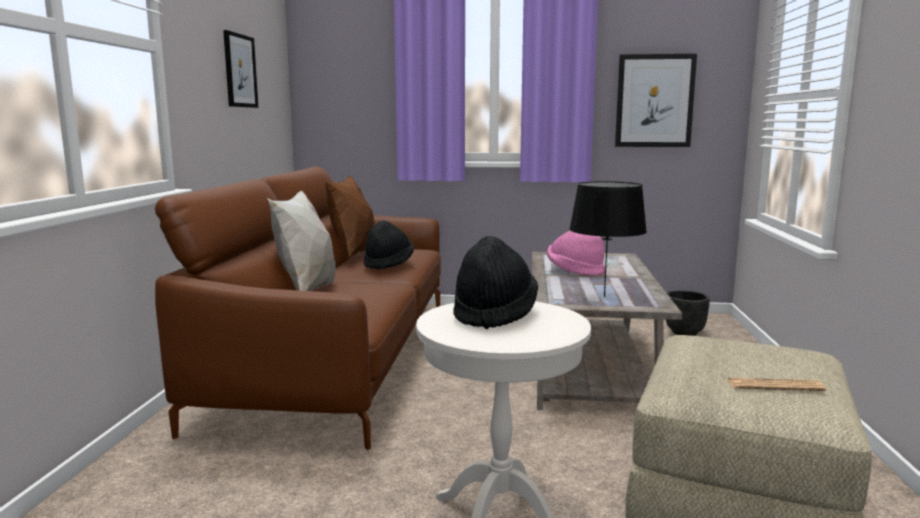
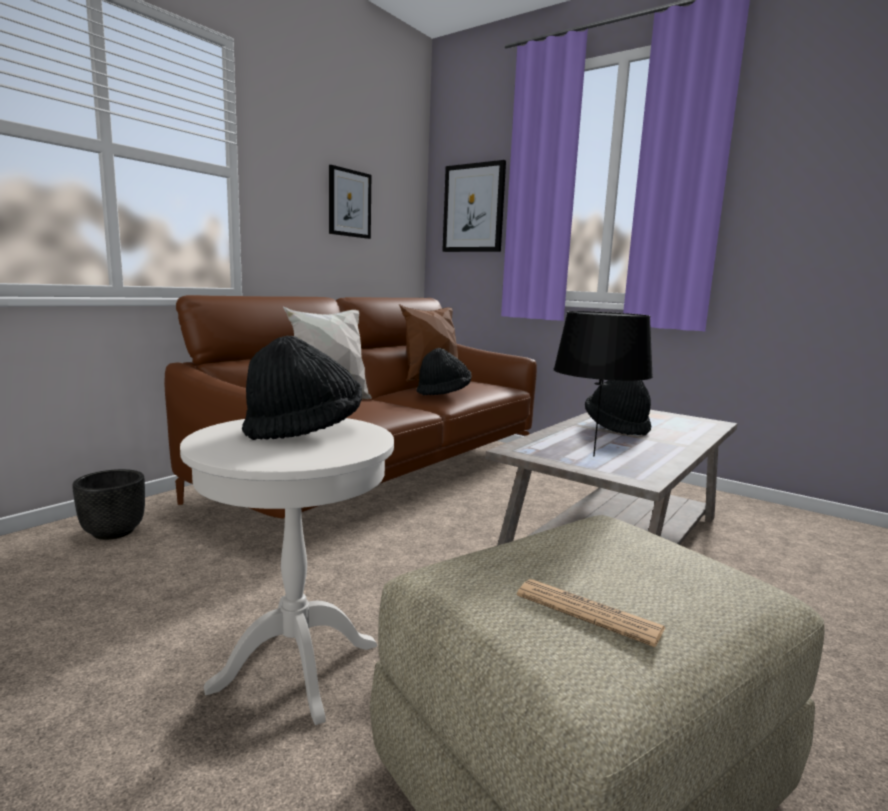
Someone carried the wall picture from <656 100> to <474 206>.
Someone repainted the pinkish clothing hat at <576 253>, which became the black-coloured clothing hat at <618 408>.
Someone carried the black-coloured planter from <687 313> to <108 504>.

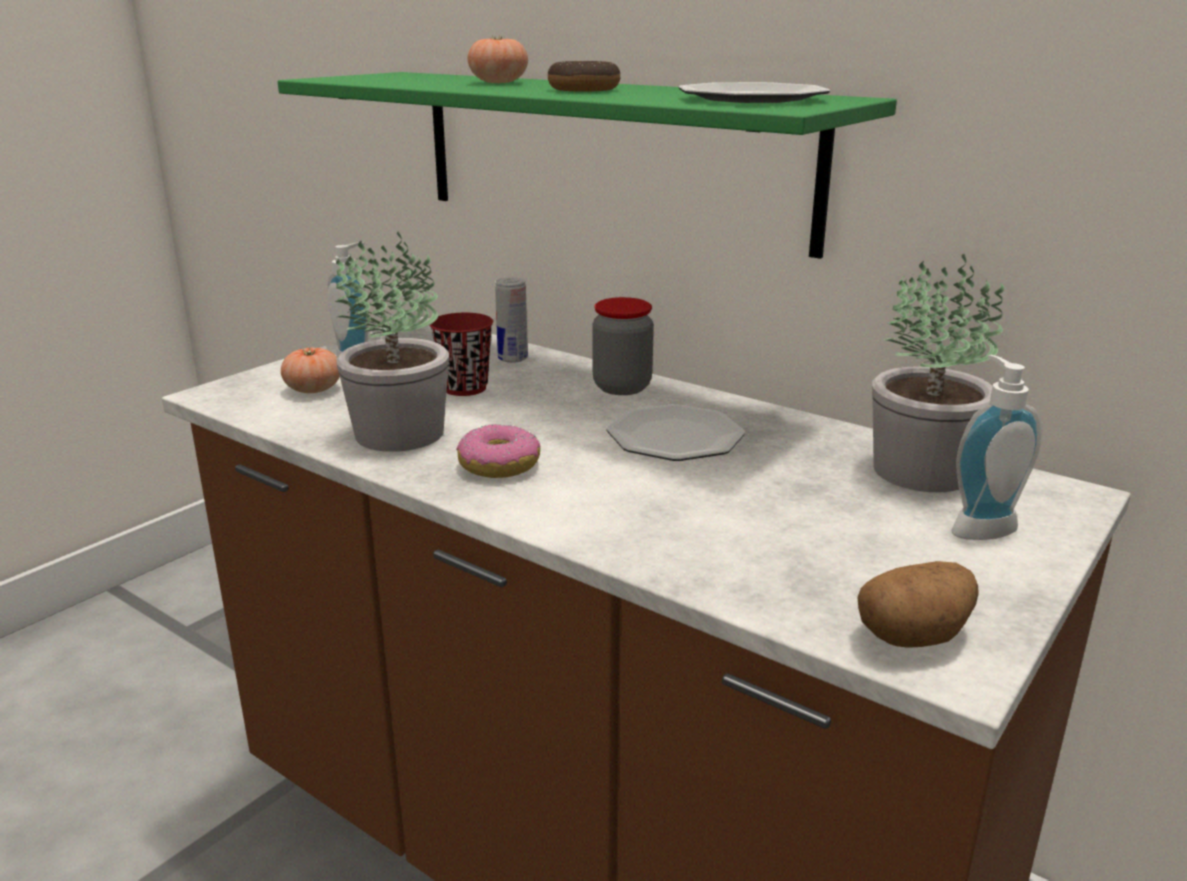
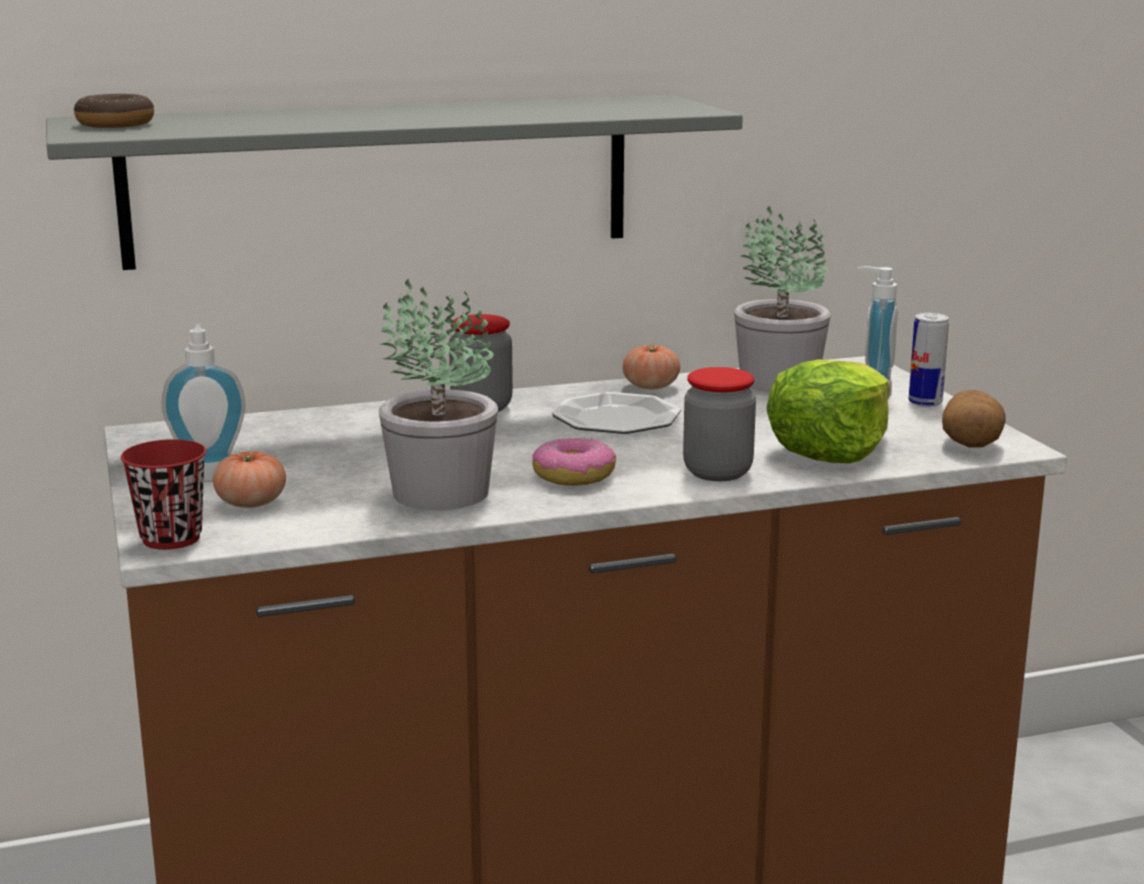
Someone carried the tomato from <498 59> to <651 366>.
Someone carried the doughnut from <584 76> to <114 111>.
Someone repainted the greenish wall shelf at <587 165>, which became the greyish wall shelf at <394 182>.
Someone took away the dinner plate at <754 92>.
Someone carried the can from <511 320> to <929 360>.
Someone carried the reddish cup from <461 354> to <163 494>.
Someone put down the lettuce head at <828 412>.
Someone put down the jar at <719 424>.

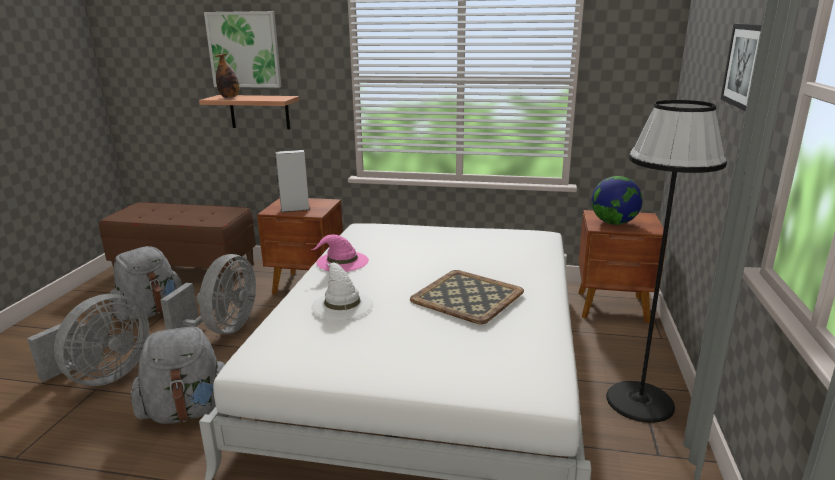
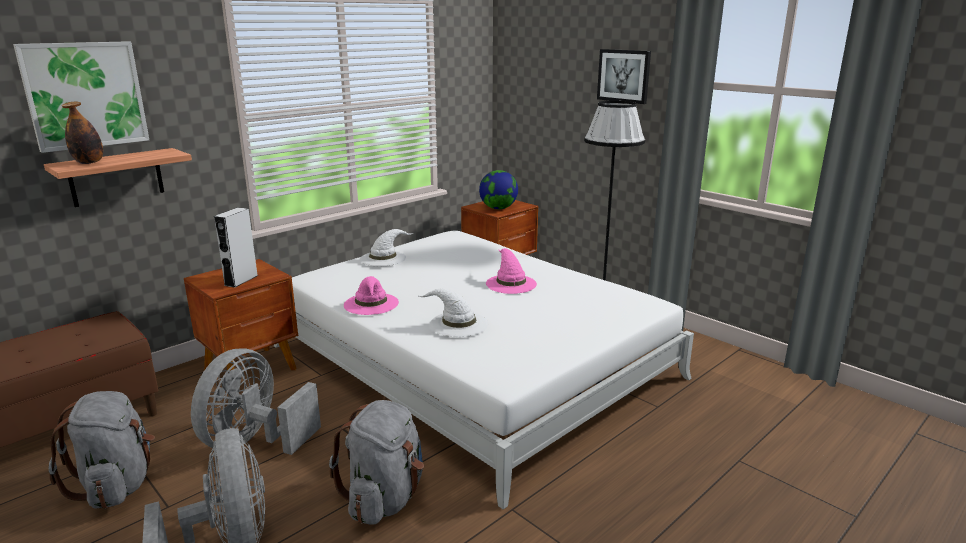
Someone rotated the greyish cooling fan at <208 294> by 120 degrees counterclockwise.
Someone swapped the tray at <467 297> for the pinkish clothing hat at <511 271>.
Someone put down the whitish clothing hat at <386 247>.

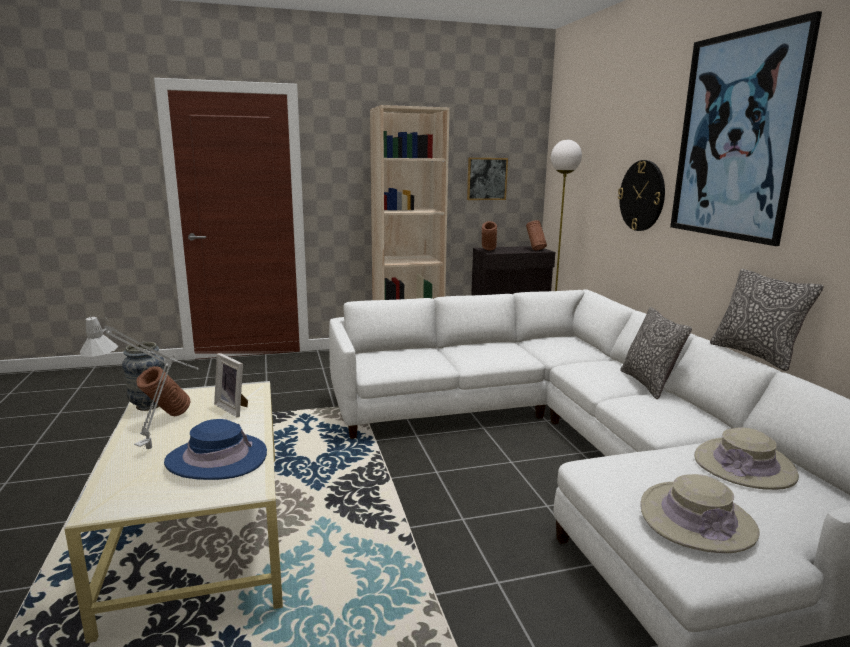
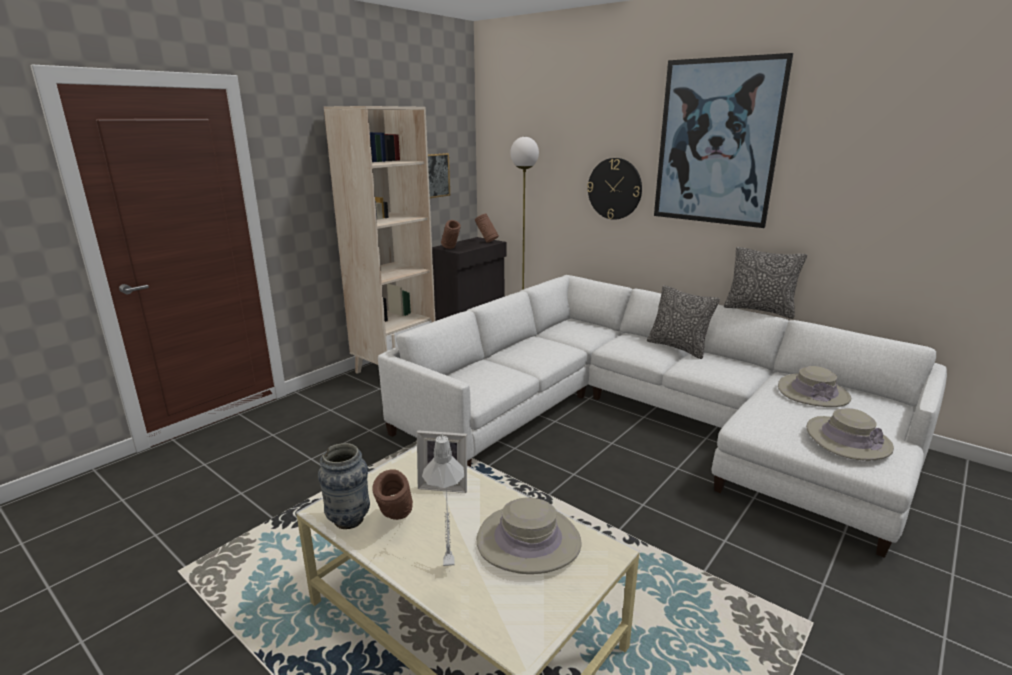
Someone repainted the bluish clothing hat at <215 449>, which became the beige-coloured clothing hat at <529 535>.

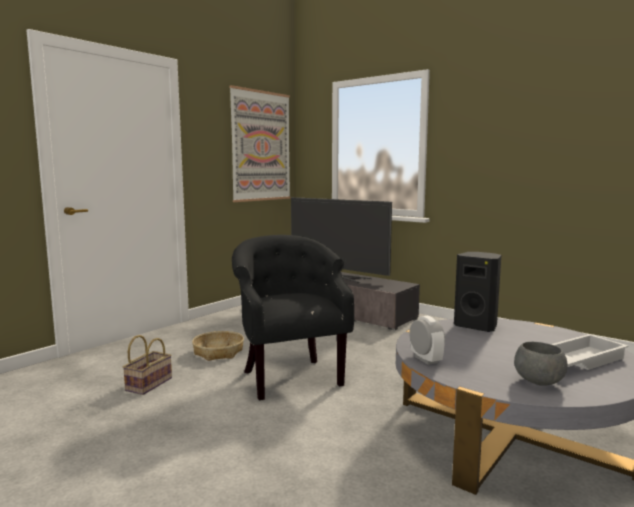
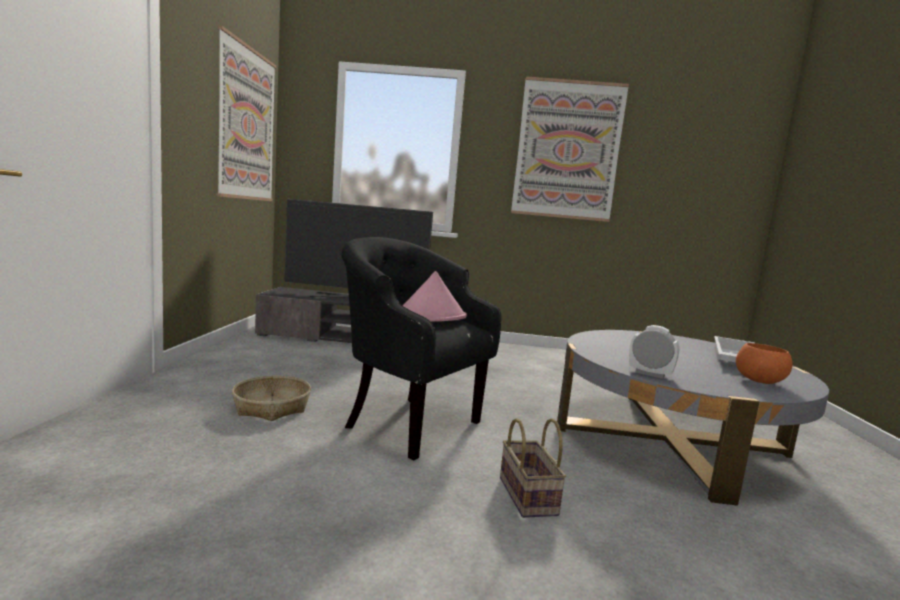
Someone took away the black-coloured loudspeaker at <477 292>.
Someone carried the basket from <147 365> to <533 468>.
Someone repainted the greyish serving bowl at <541 364>, which became the orange serving bowl at <764 363>.
Someone put up the wall picture at <570 149>.
Someone put down the pinkish clothing hat at <435 296>.

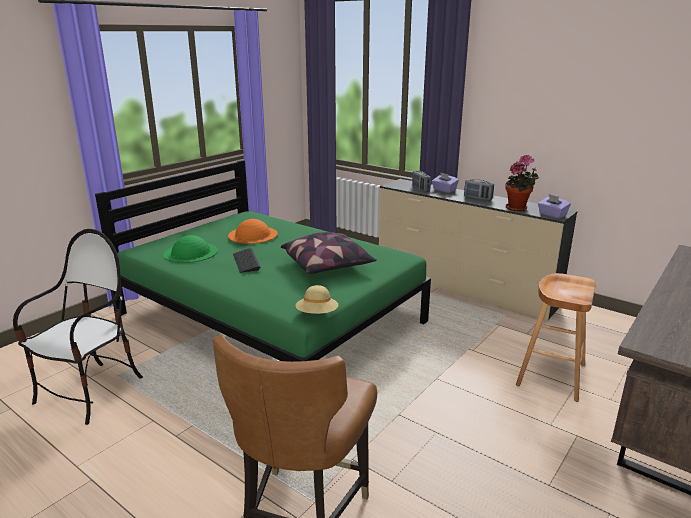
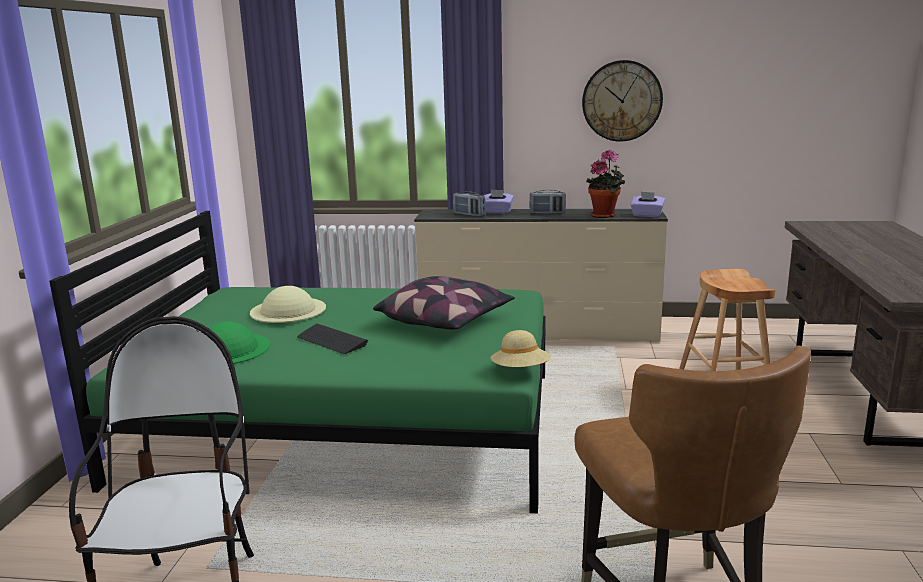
Someone repainted the orange clothing hat at <253 231>, which became the beige-coloured clothing hat at <288 304>.
Someone put up the hanging clock at <622 101>.

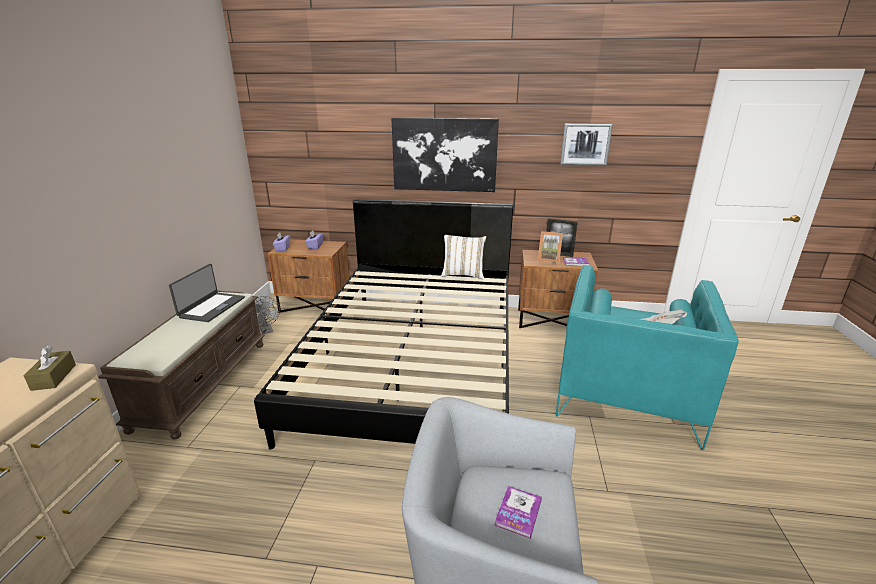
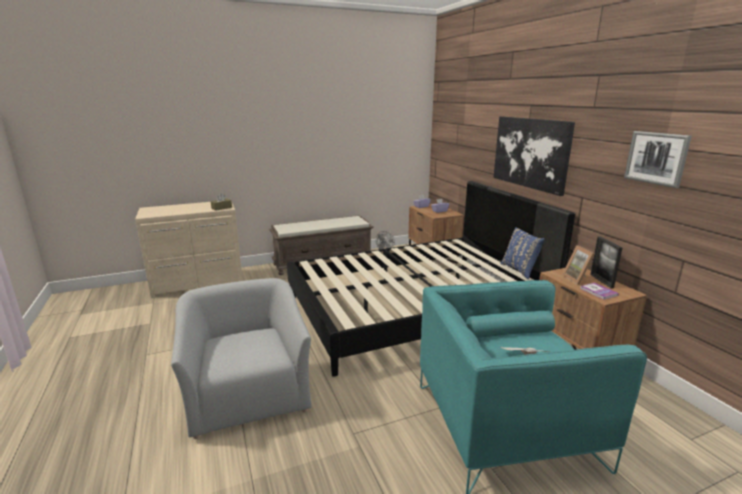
Someone repainted the whitish throw pillow at <463 257>, which became the bluish throw pillow at <522 253>.
Someone took away the notebook computer at <207 293>.
Someone took away the bound book at <518 512>.

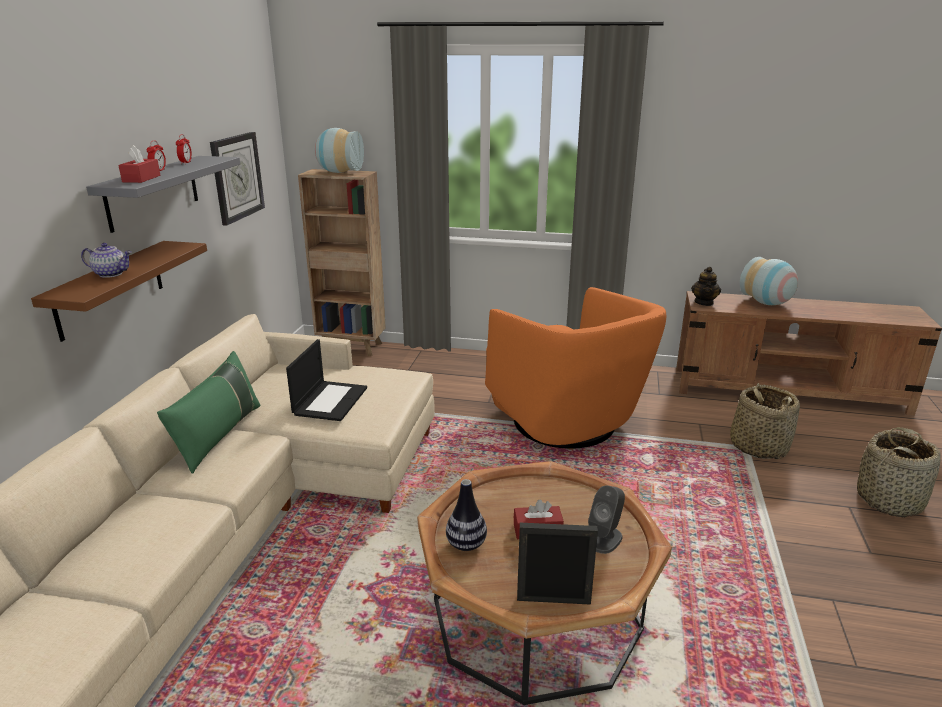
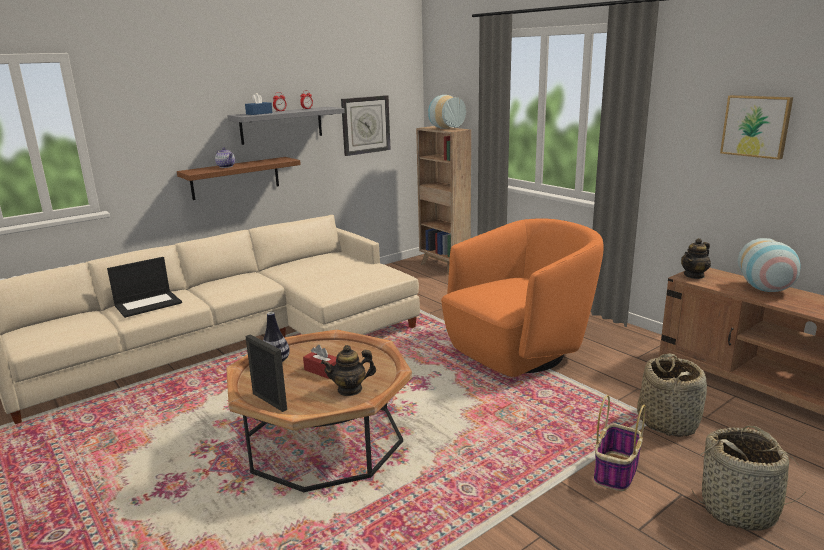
Someone repainted the reddish tissue box at <139 164>, which became the bluish tissue box at <259 104>.
Someone rotated the orange easy chair at <575 368> by 135 degrees counterclockwise.
Someone carried the notebook computer from <326 380> to <144 287>.
Someone took away the greenish throw pillow at <209 412>.
Someone swapped the greyish loudspeaker at <606 519> for the pot for tea at <348 370>.
Someone put up the wall picture at <756 127>.
Someone put down the basket at <620 443>.

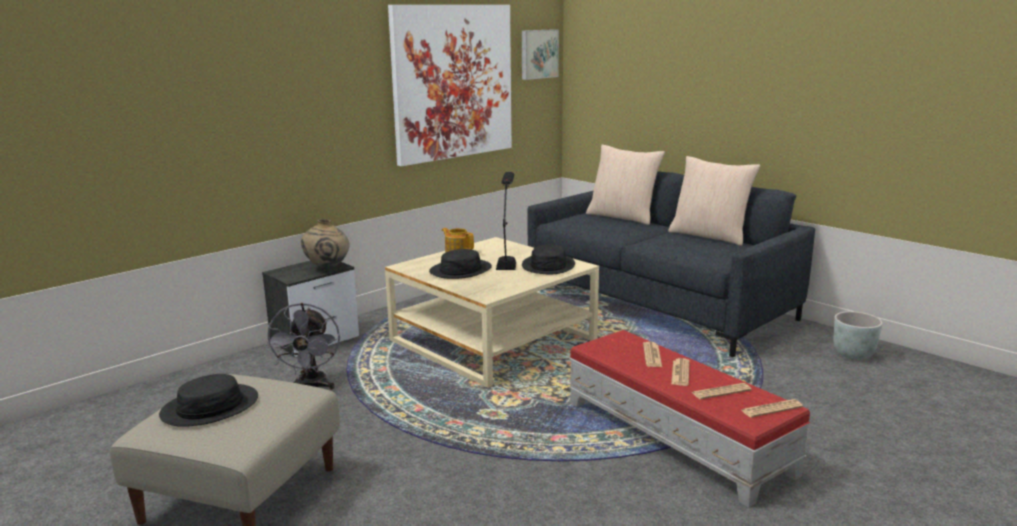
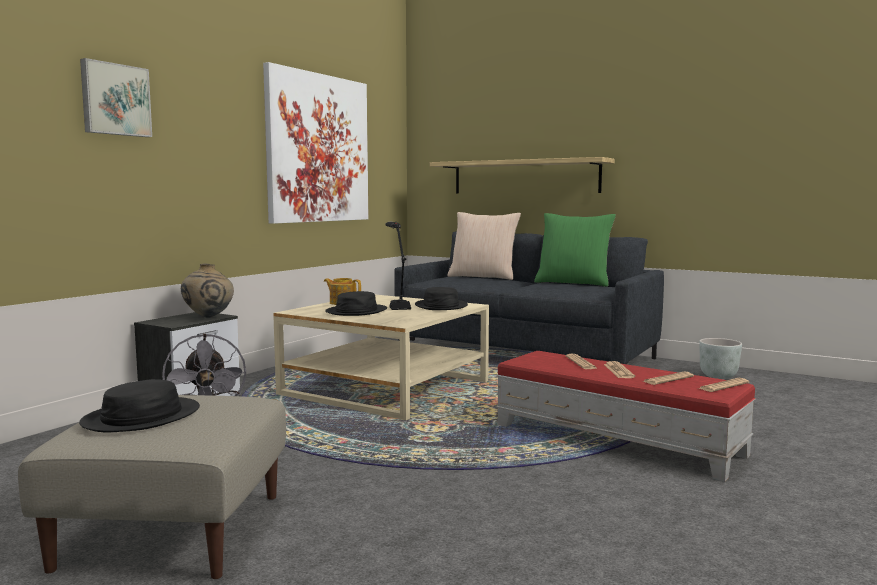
Someone carried the wall picture from <540 54> to <116 97>.
Someone repainted the beige-coloured throw pillow at <714 201>, which became the greenish throw pillow at <575 250>.
Someone put up the wall shelf at <522 175>.

